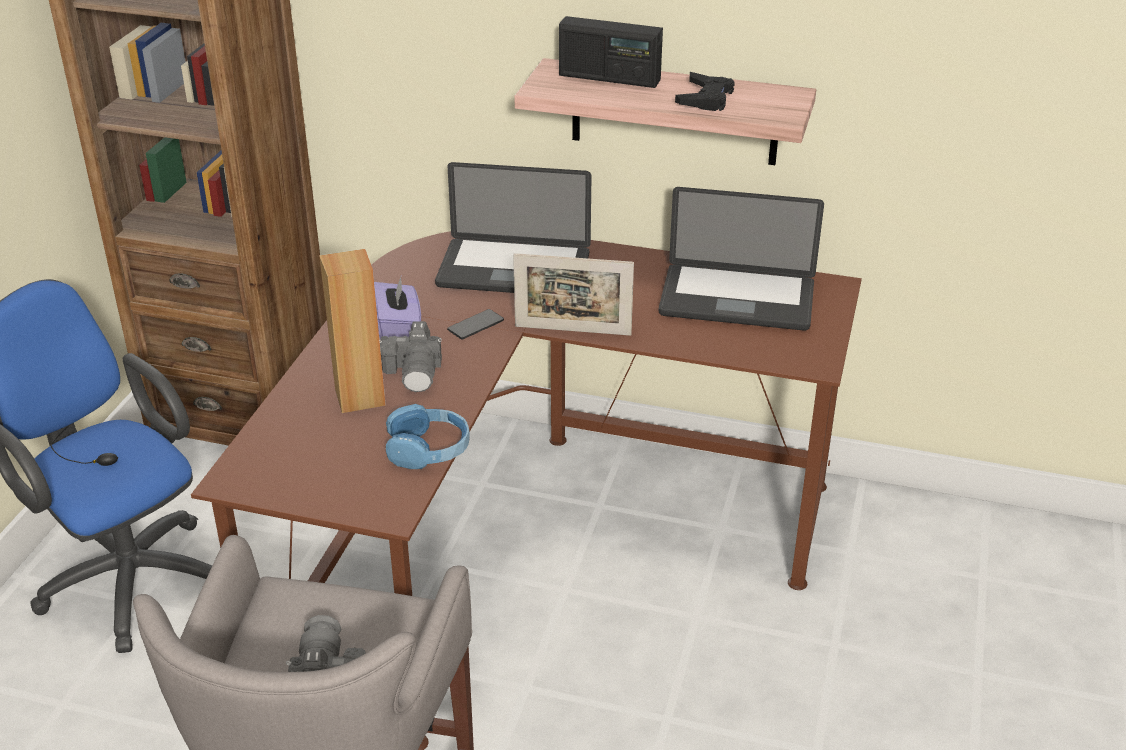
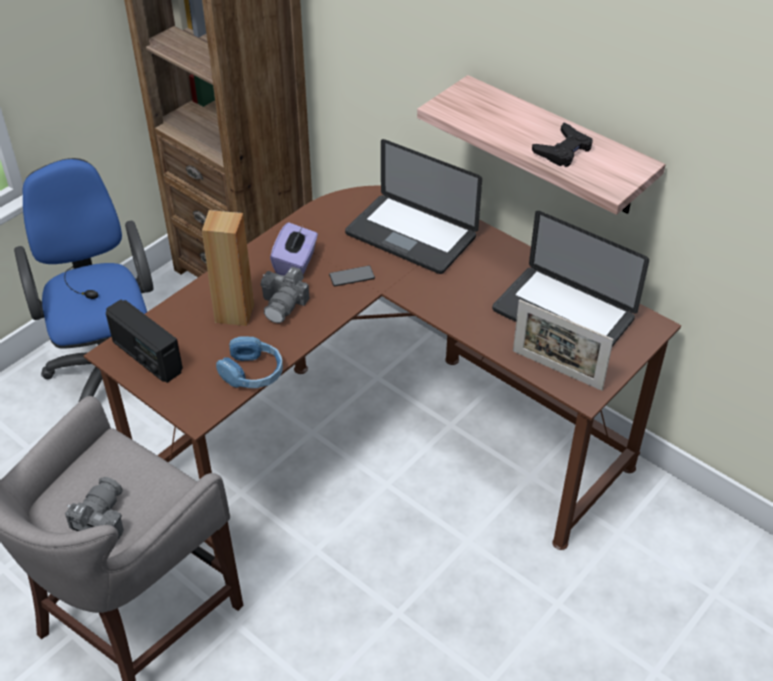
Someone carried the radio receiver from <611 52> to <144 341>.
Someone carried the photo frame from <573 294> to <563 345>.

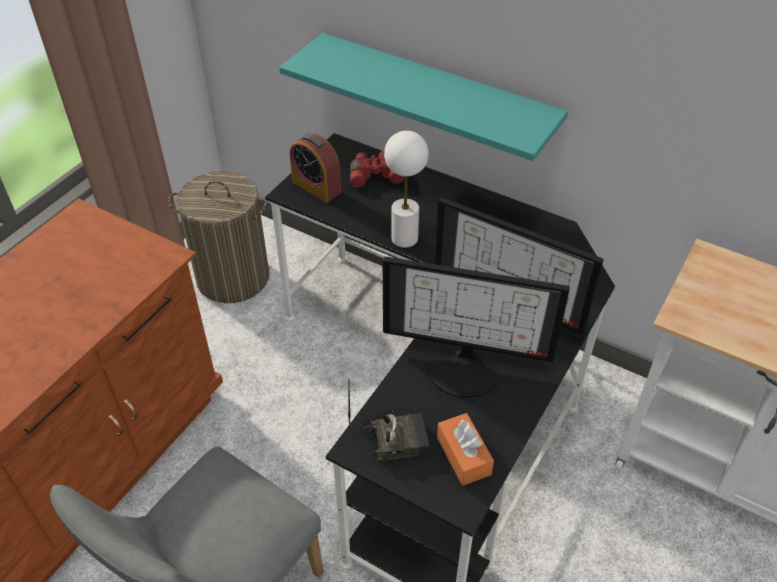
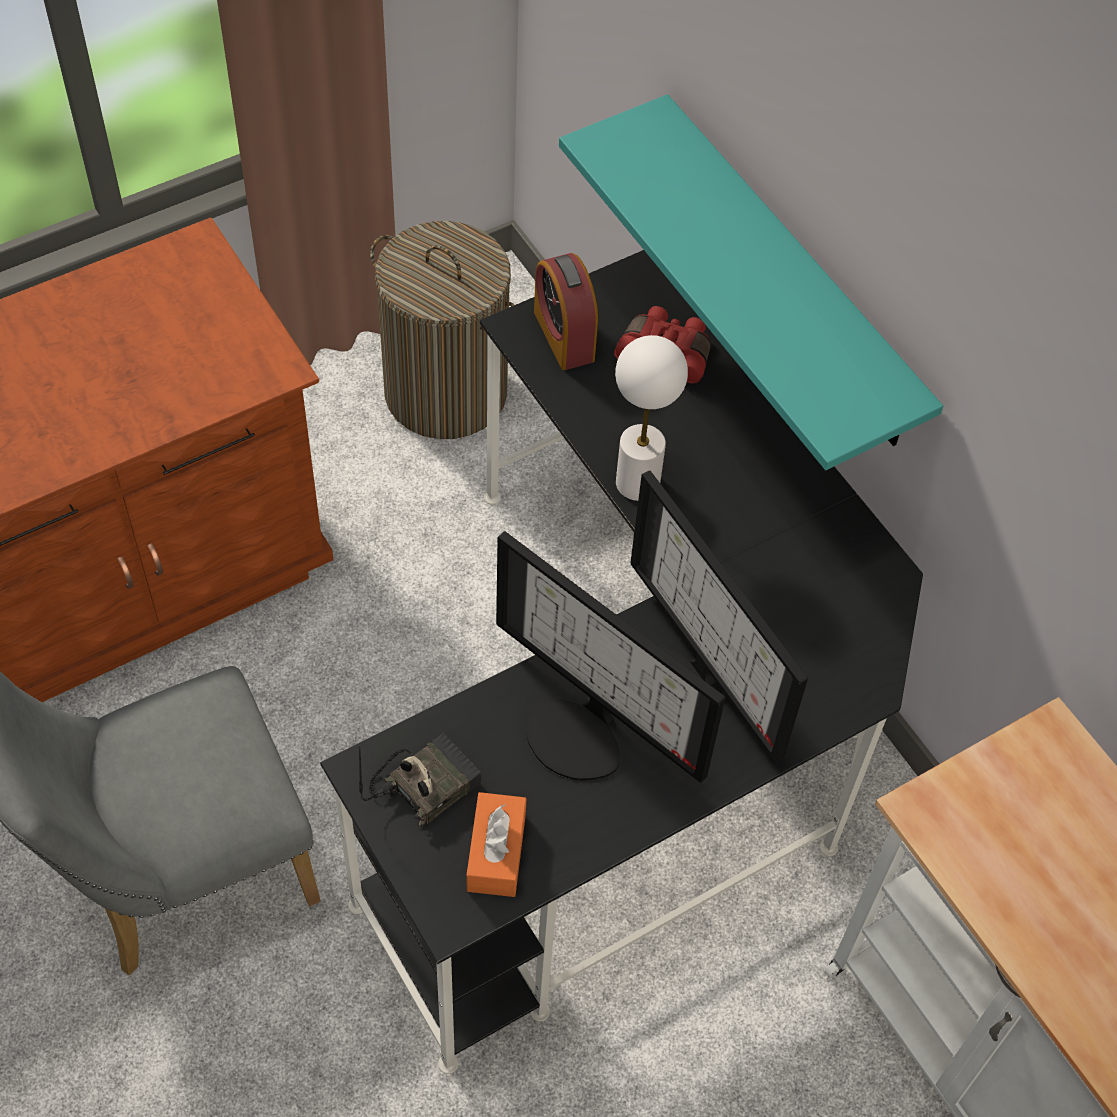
Someone rotated the radio receiver at <389 420> by 60 degrees counterclockwise.

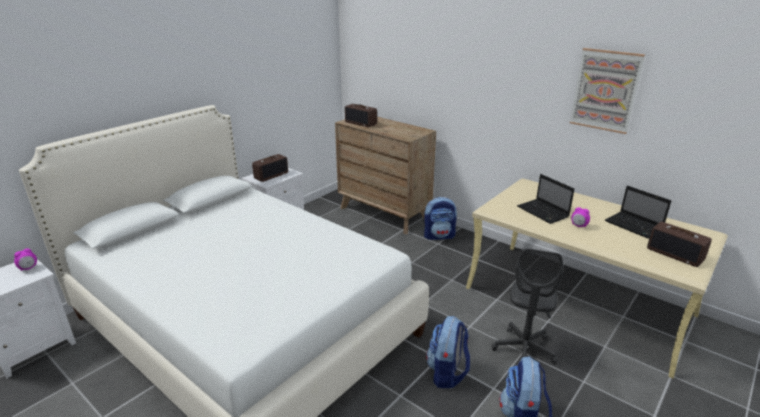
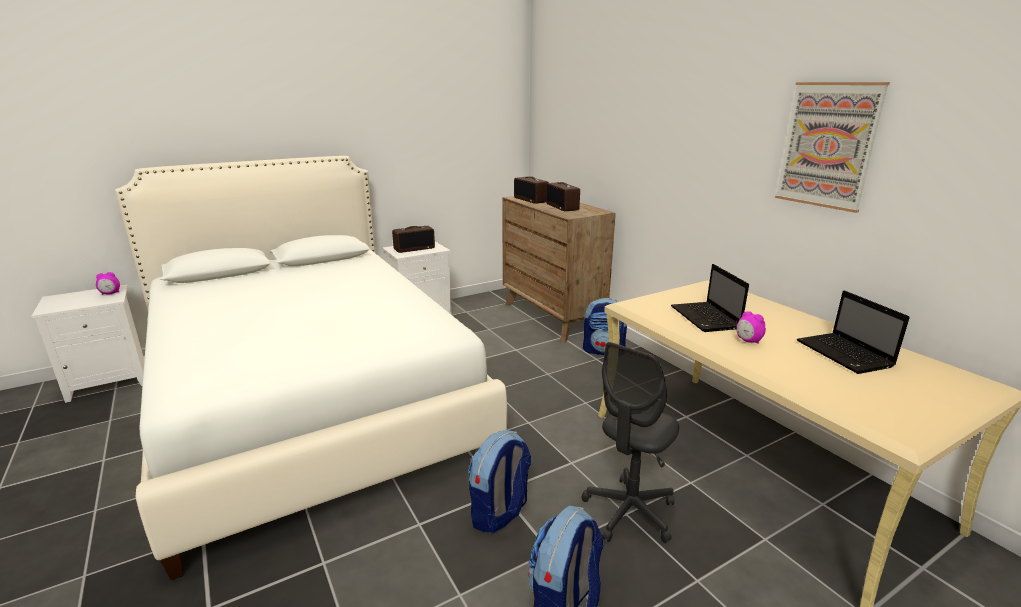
Someone carried the radio receiver from <679 244> to <563 196>.

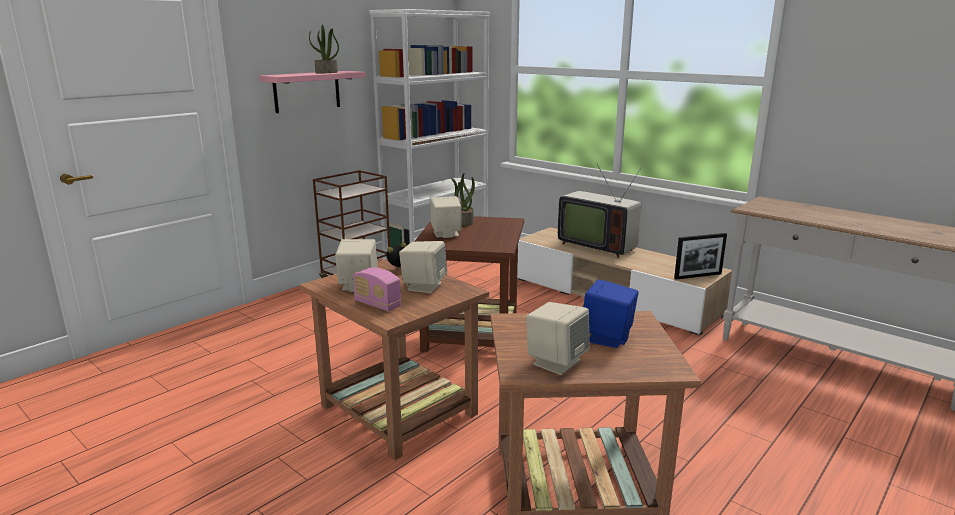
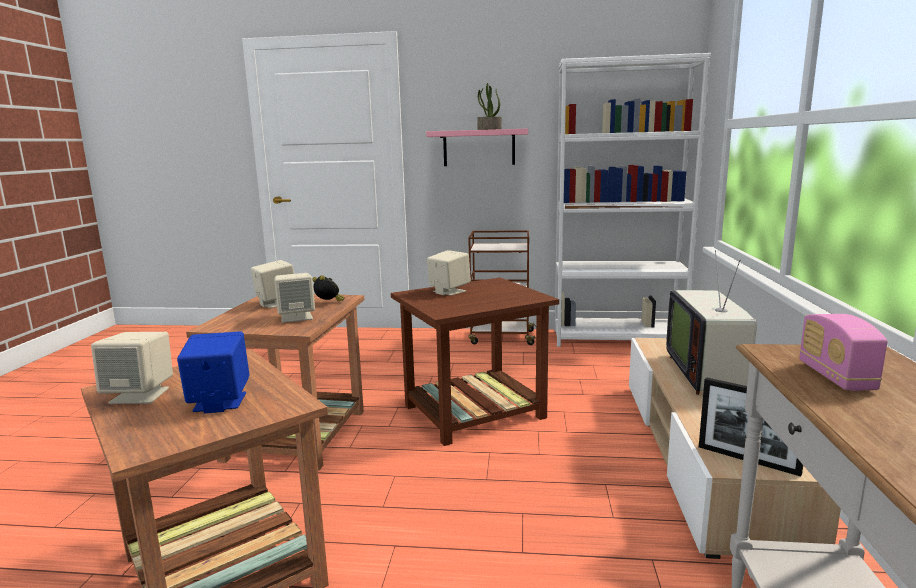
Someone took away the potted plant at <463 199>.
Someone carried the radio receiver from <377 289> to <843 352>.

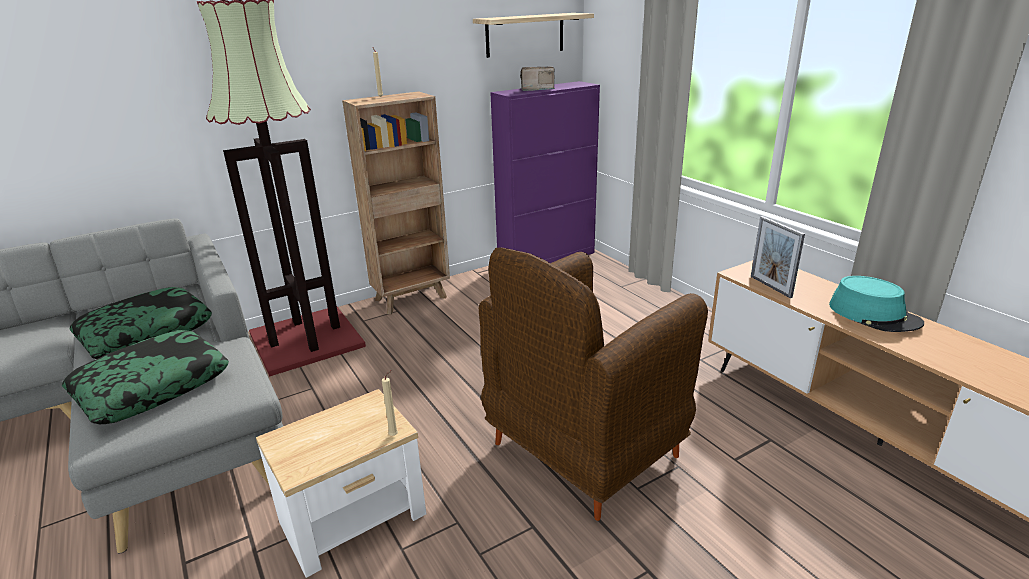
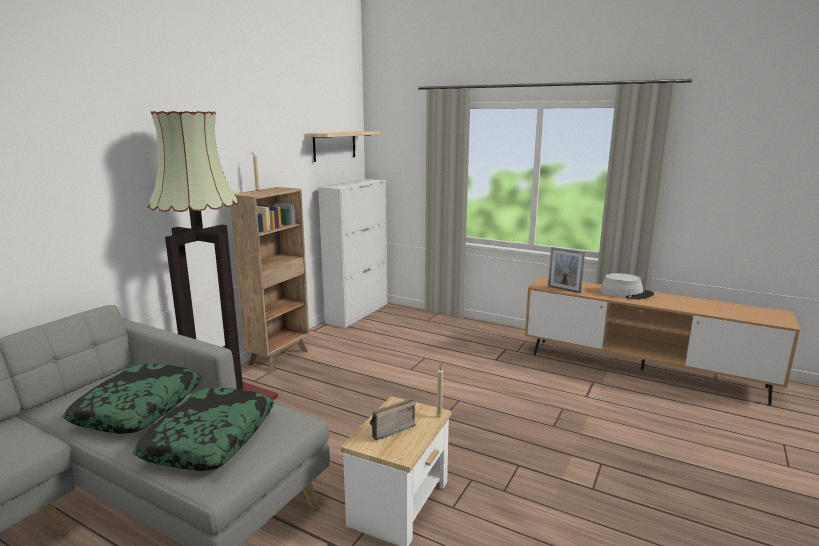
Someone carried the radio receiver from <537 79> to <393 419>.
Someone repainted the purple cupboard at <545 172>, which became the whitish cupboard at <352 253>.
Someone took away the brown-coloured easy chair at <593 384>.
Someone repainted the turquoise-coloured clothing hat at <876 304>, which became the greyish clothing hat at <627 286>.

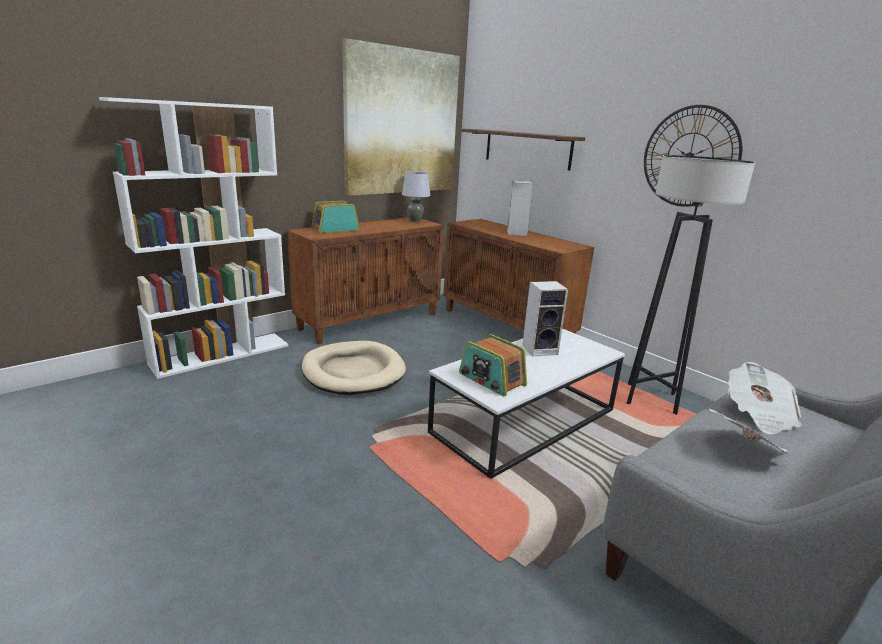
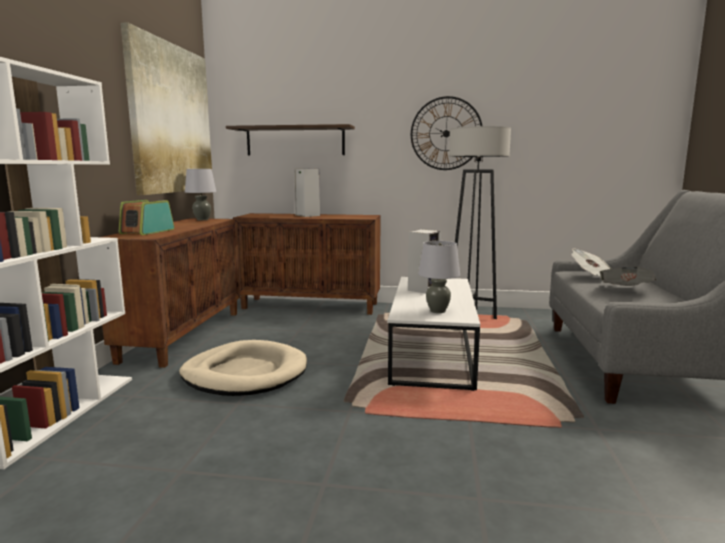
Someone swapped the radio receiver at <493 365> for the greyish lamp for a table at <439 277>.

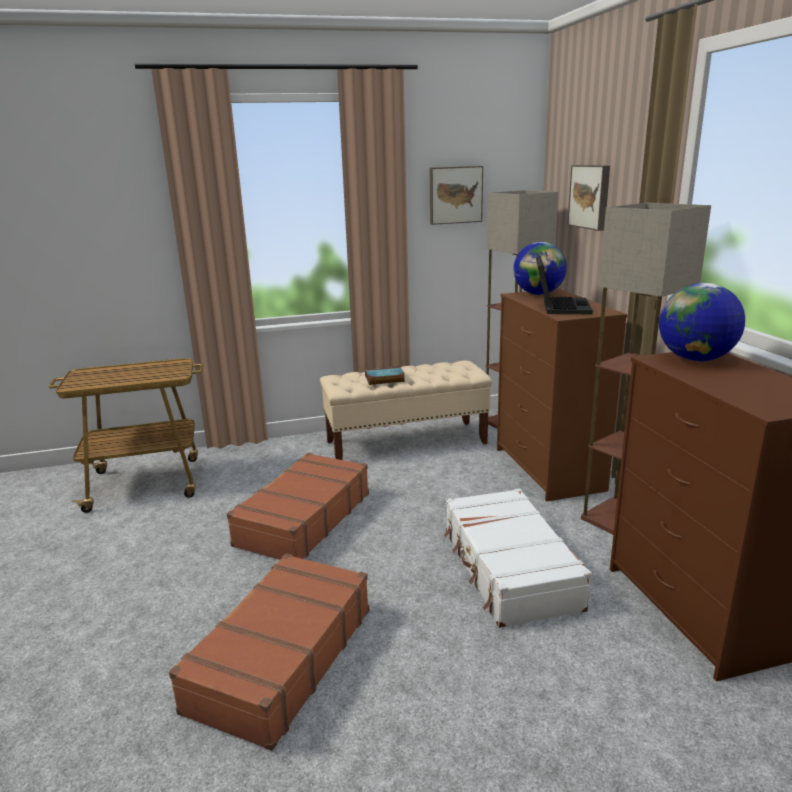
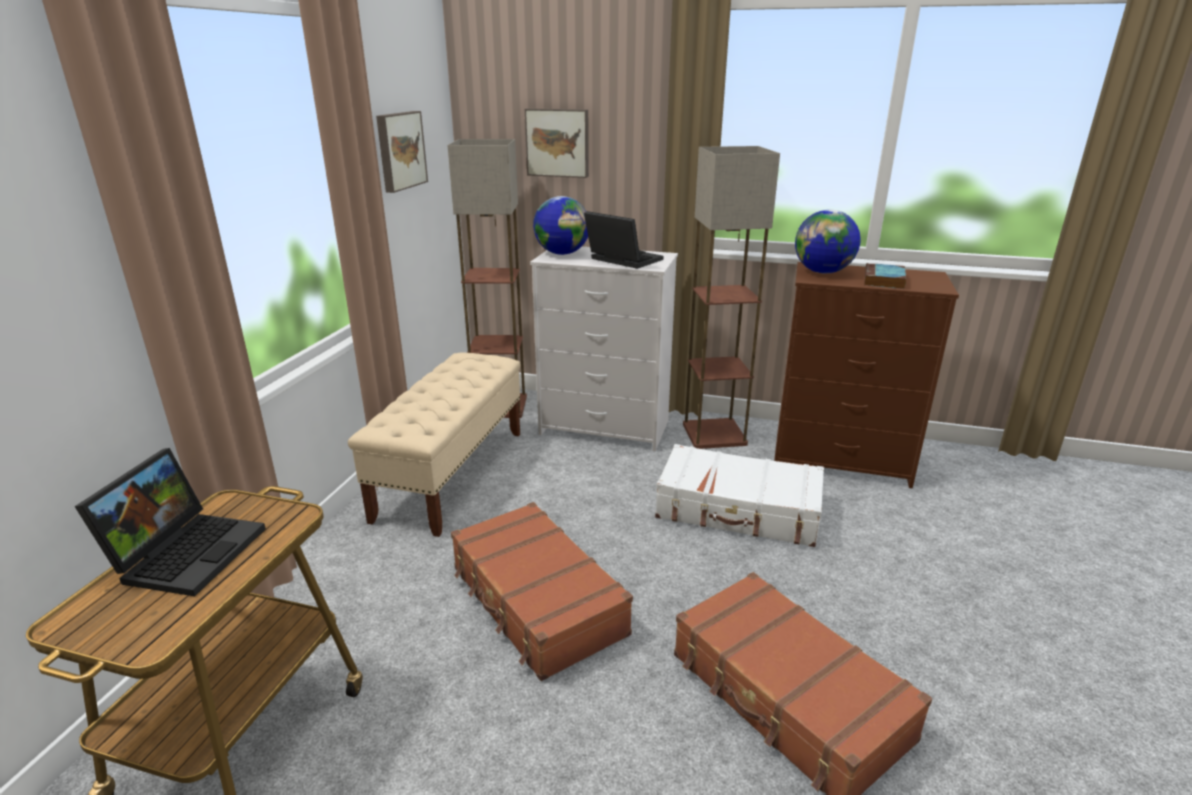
Someone repainted the brown-coloured chest of drawers at <562 395>, which became the whitish chest of drawers at <604 349>.
Someone carried the bound book from <385 375> to <885 276>.
Someone put down the notebook computer at <170 522>.

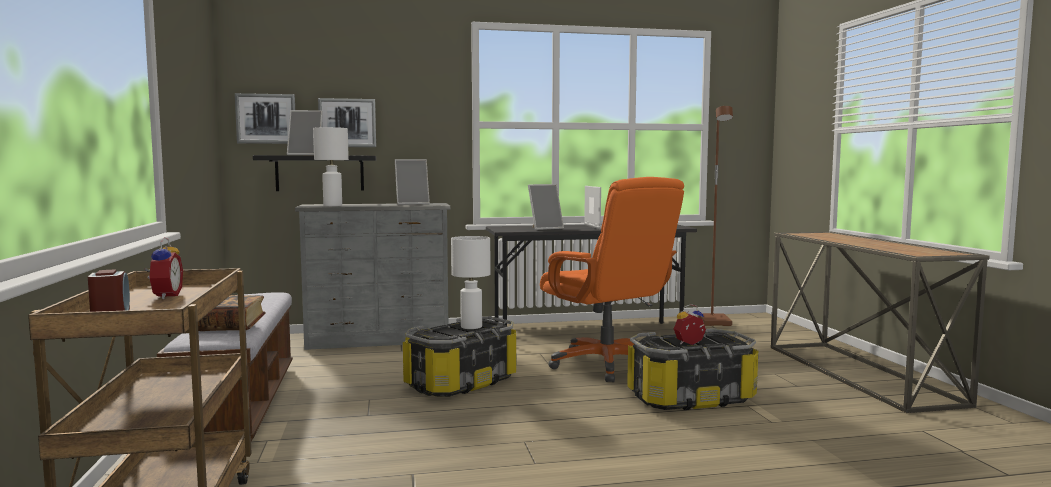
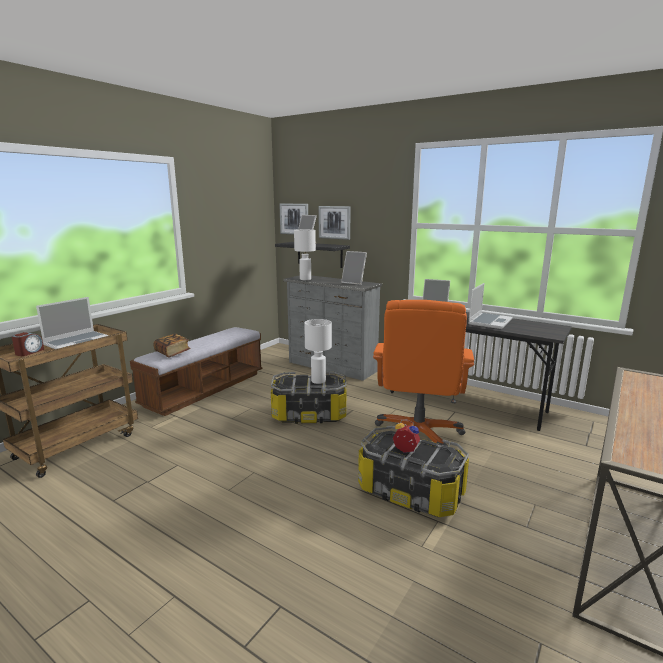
Someone took away the brown-coloured floor lamp at <715 216>.
Someone swapped the alarm clock at <164 268> for the notebook computer at <72 323>.

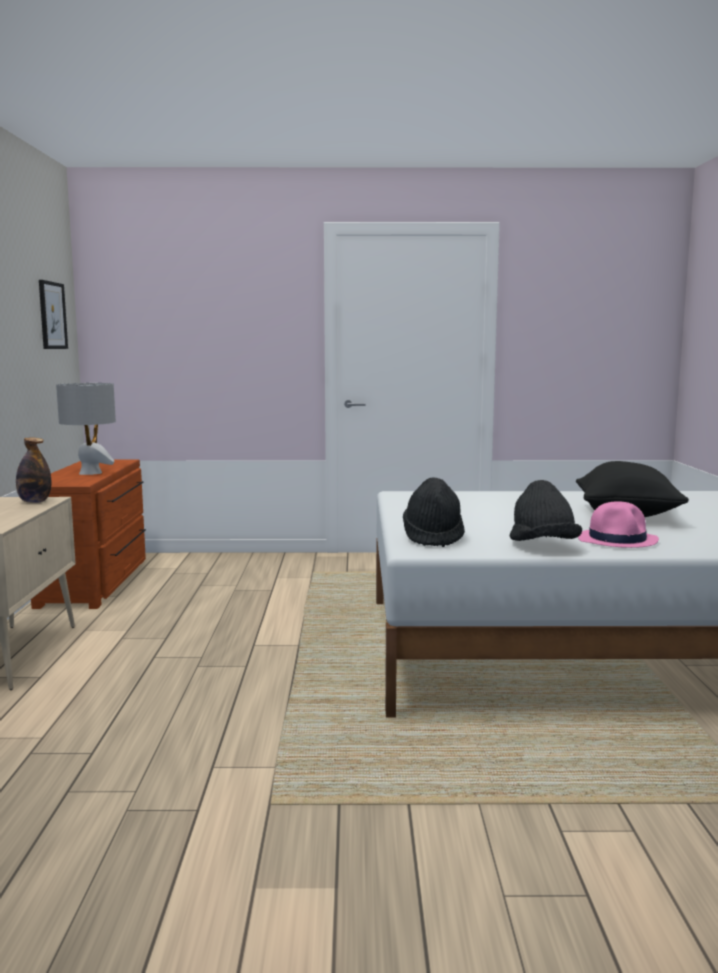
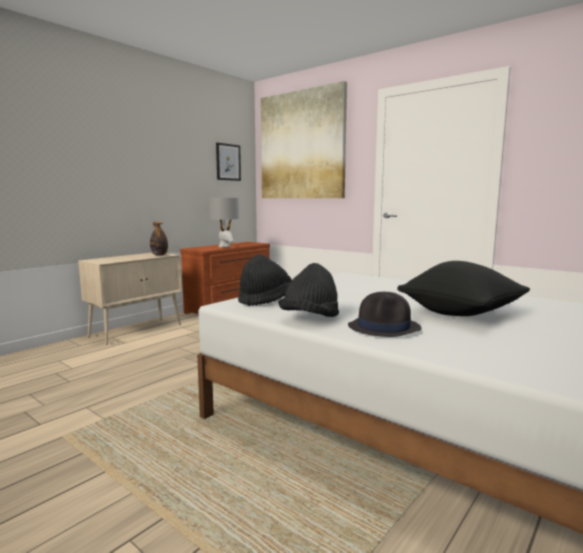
Someone repainted the pinkish clothing hat at <618 524>, which became the black-coloured clothing hat at <385 314>.
Someone put up the wall picture at <304 139>.

